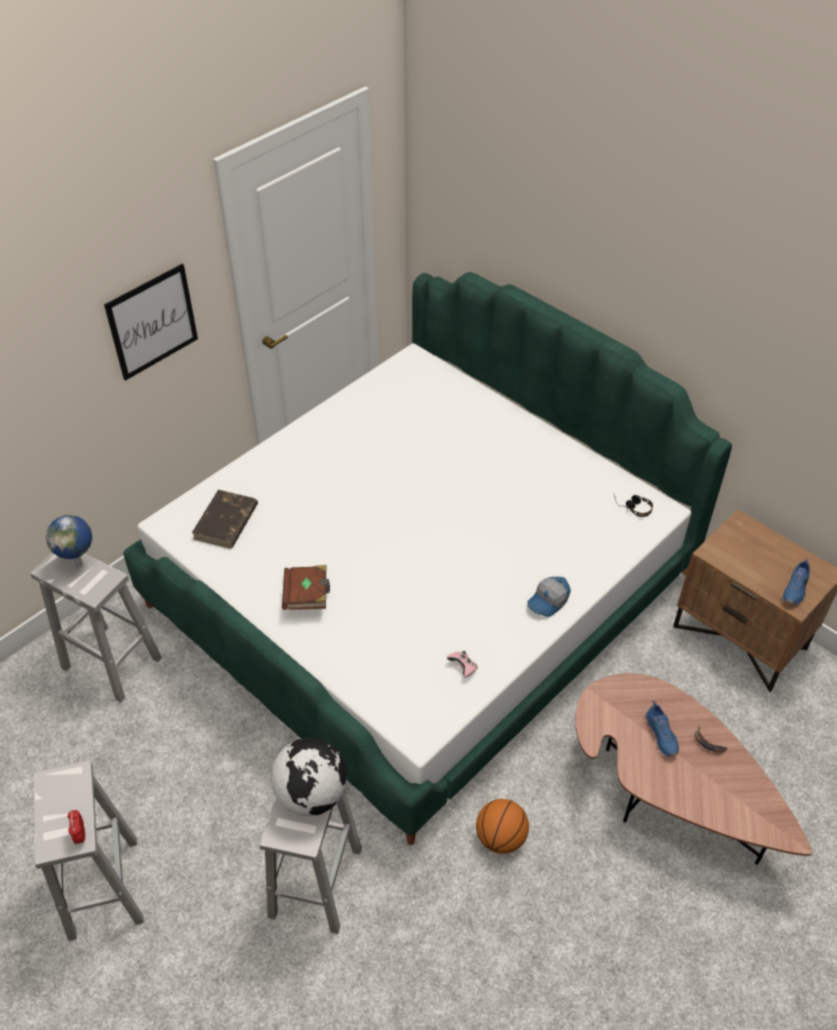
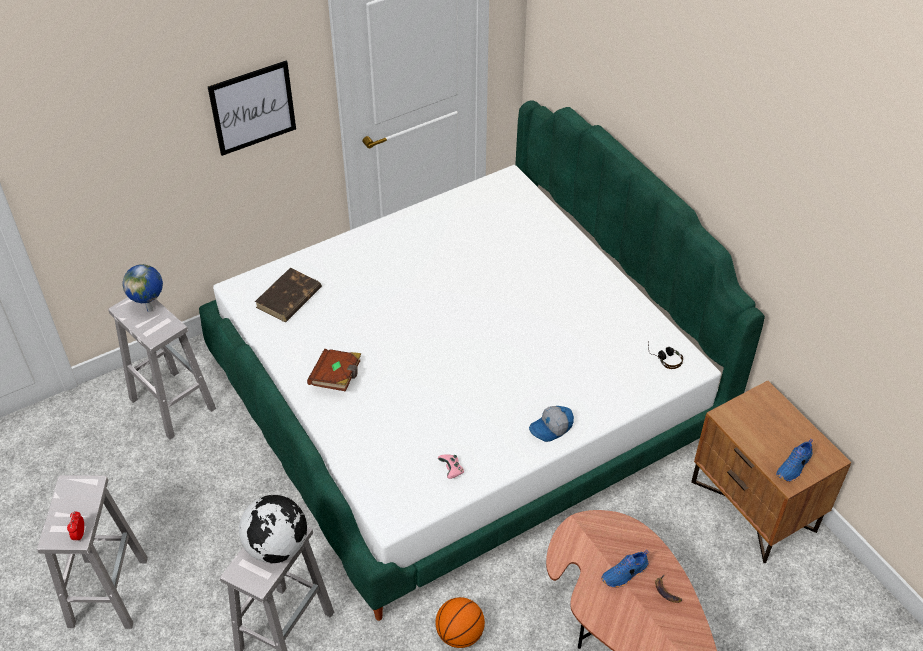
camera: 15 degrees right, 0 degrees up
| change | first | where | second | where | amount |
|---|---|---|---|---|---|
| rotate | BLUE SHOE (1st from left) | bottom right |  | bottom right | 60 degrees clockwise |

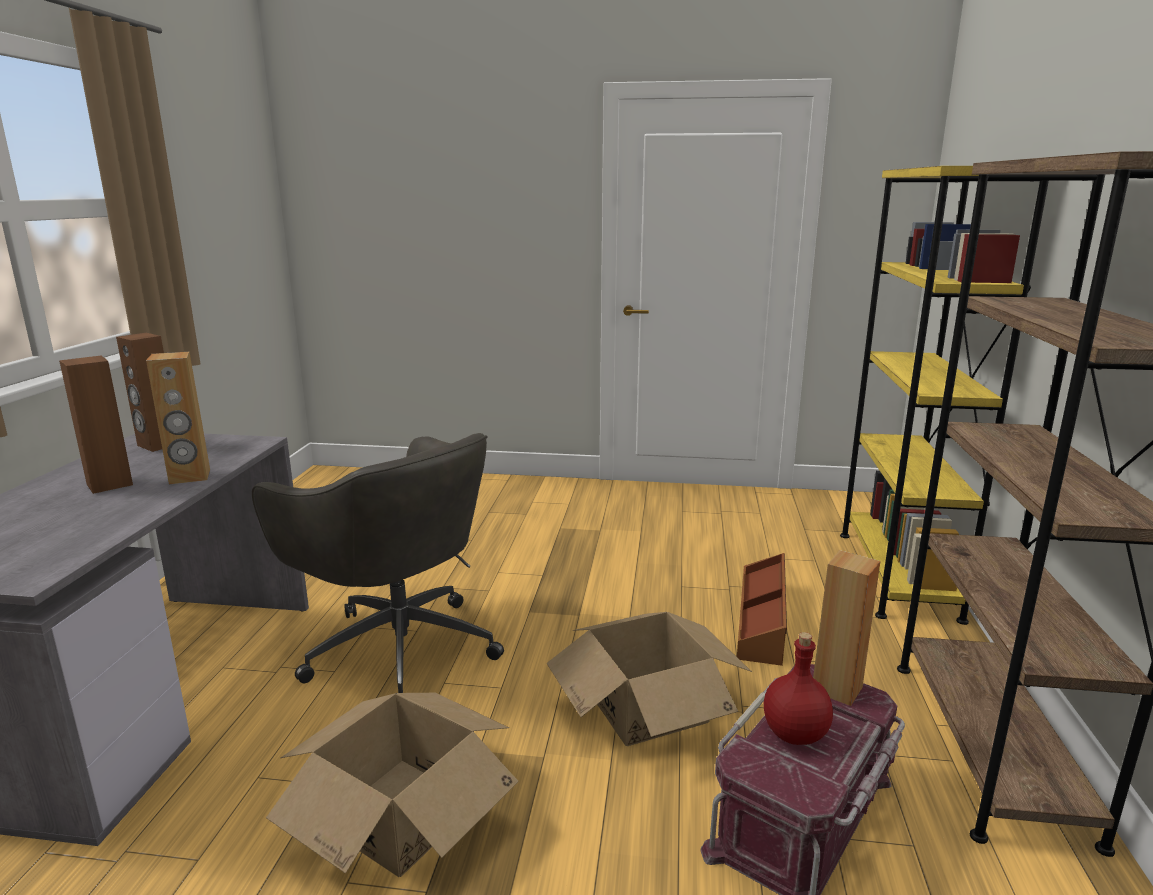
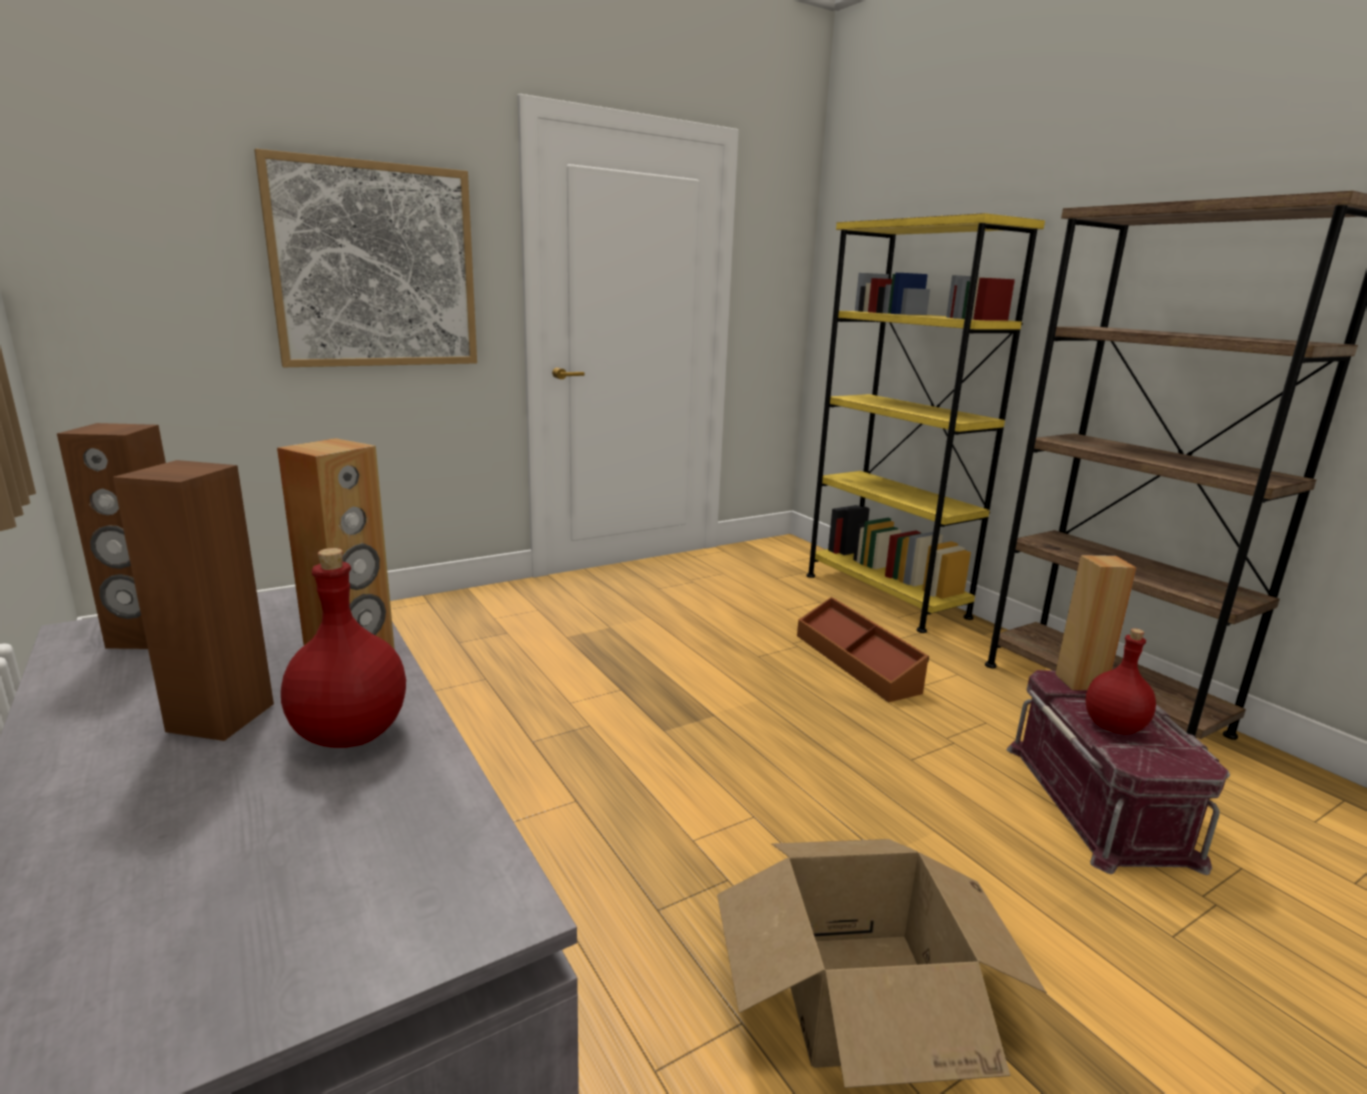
camera: 40 degrees left, 0 degrees up
| change | first | where | second | where | amount |
|---|---|---|---|---|---|
| delete | GREY OFFICE CHAIR | middle left |  |  |  |
| delete | CARDBOARD BOX (2nd from left) | bottom centre |  |  |  |
| insert |  |  | PICTURE | top left |  |
| insert |  |  | RED BOTTLE (1st from left) | middle left |  |

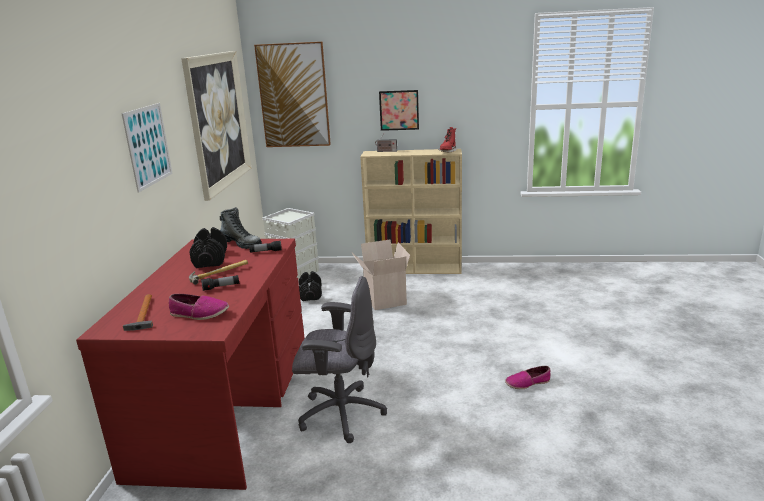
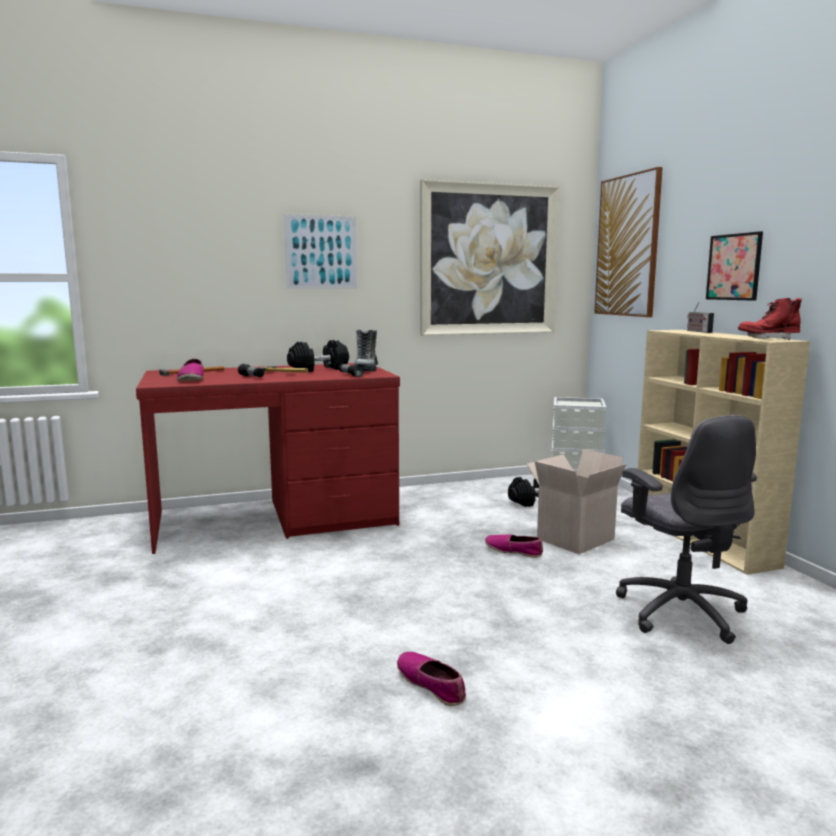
camera: 65 degrees right, 10 degrees down
| change | first | where | second | where | amount |
|---|---|---|---|---|---|
| move | GREY OFFICE CHAIR | bottom centre |  | middle right |  |
| insert |  |  | SHOE (3rd from left) | centre |  |

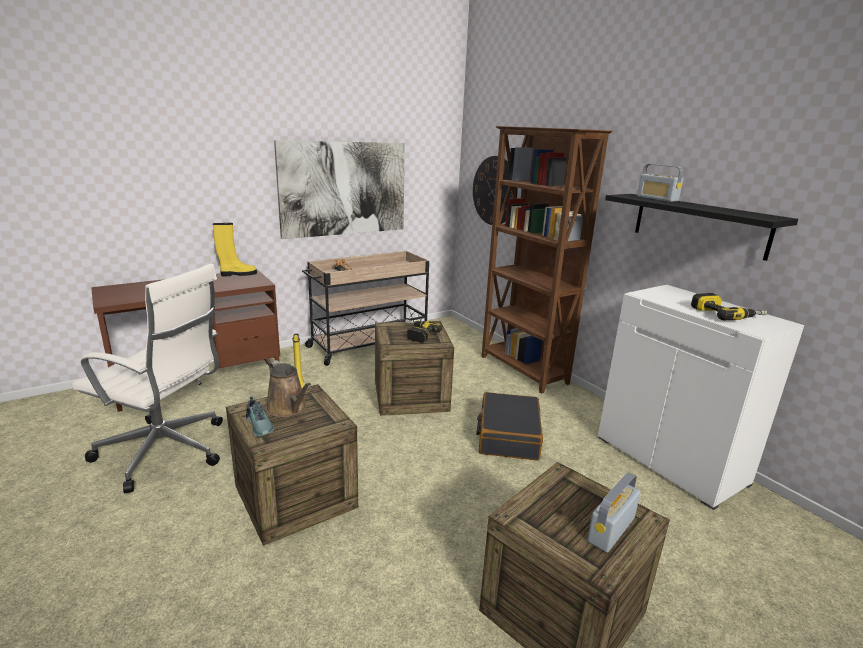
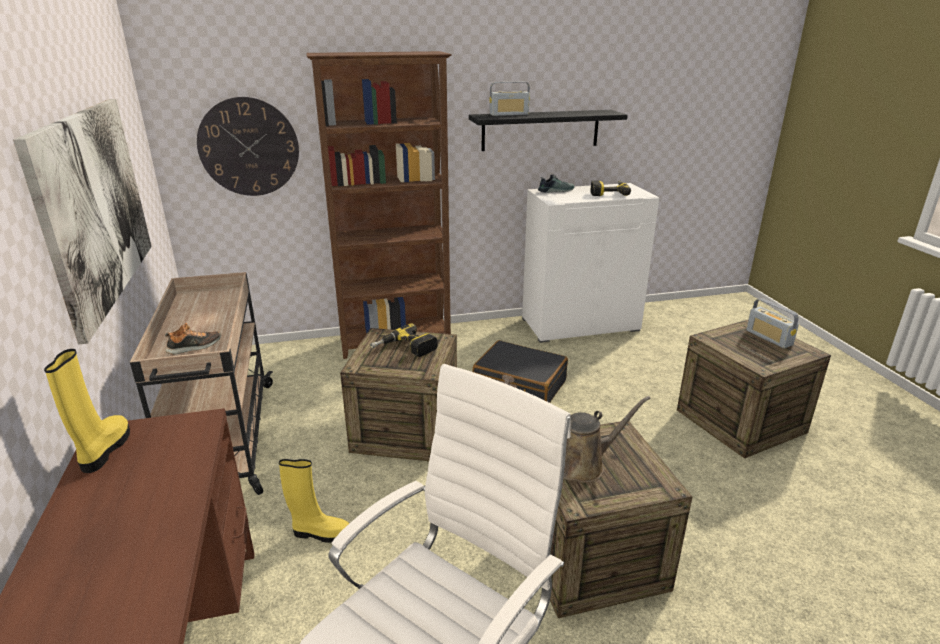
camera: 70 degrees left, 5 degrees up
| change | first | where | second | where | amount |
|---|---|---|---|---|---|
| move | SHOE (1st from left in the first image) | middle left | SHOE (2nd from left) | top centre |  |

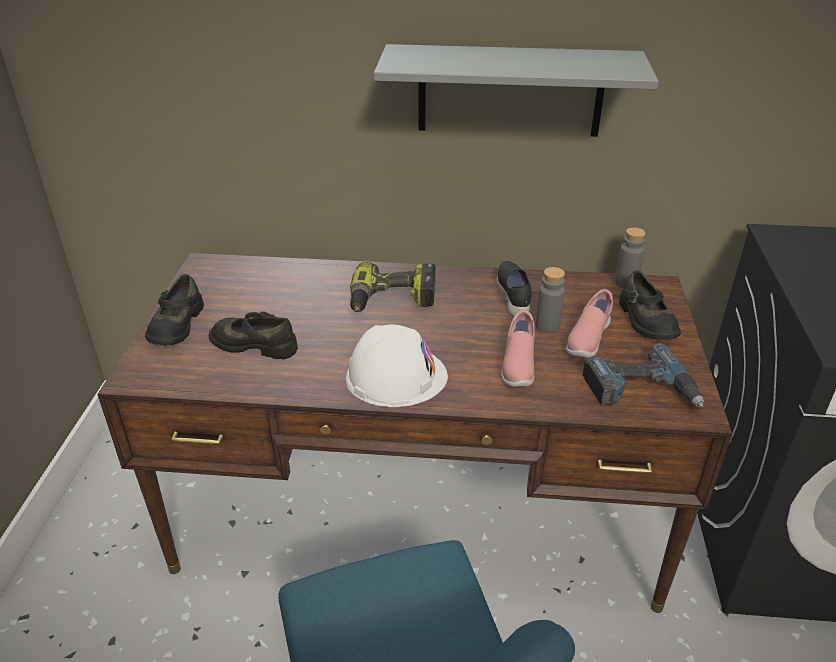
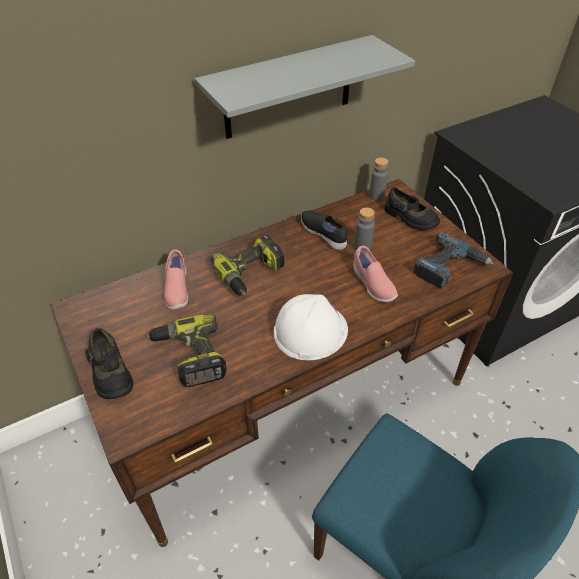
camera: 35 degrees left, 10 degrees up
| change | first | where | second | where | amount |
|---|---|---|---|---|---|
| move | PINK SHOE (2nd from left in the first image) | middle right | PINK SHOE (1st from left) | middle left |  |
| replace | BLACK SHOE (2nd from left) | middle left | POWER DRILL (1st from left) | middle left |  |

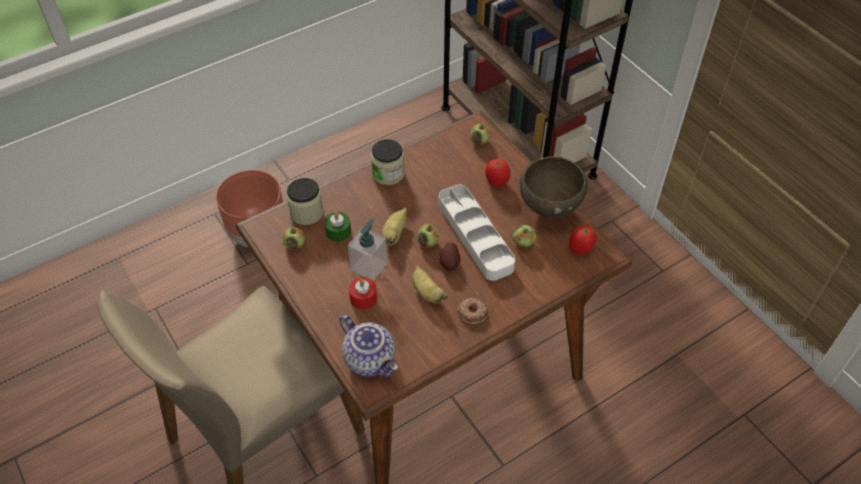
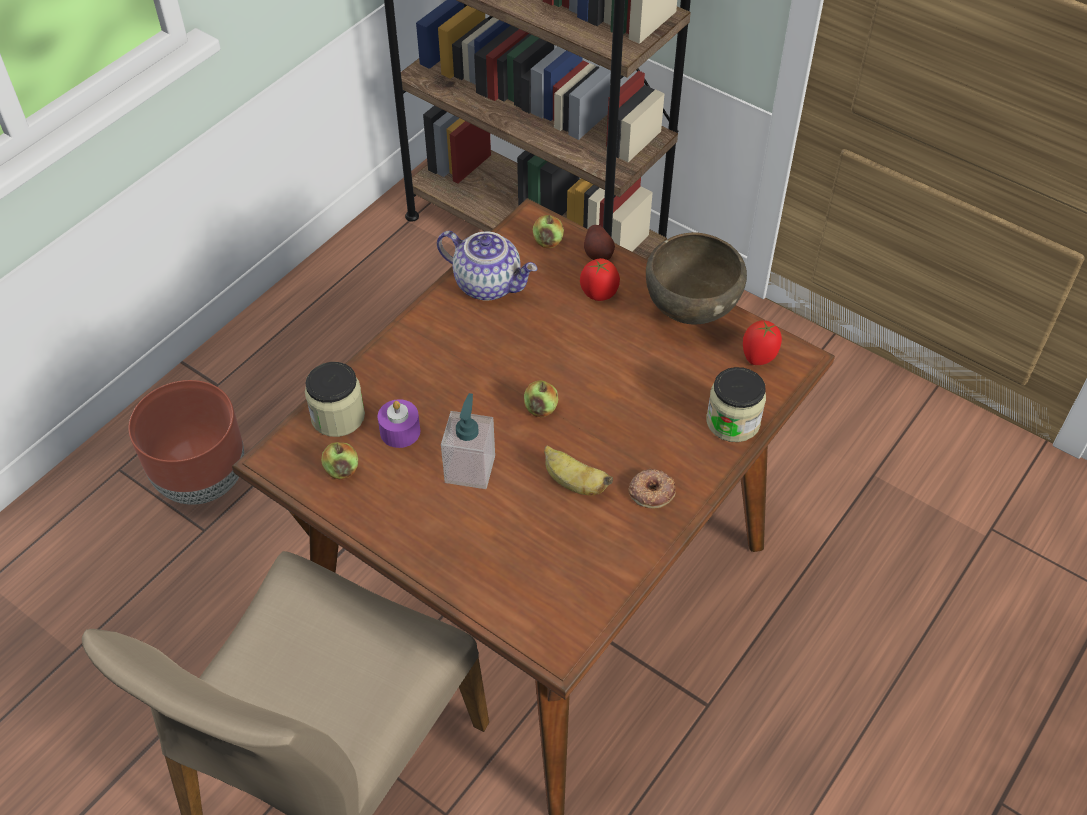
camera: 20 degrees left, 0 degrees up
| change | first | where | second | where | amount |
|---|---|---|---|---|---|
| move | JAR (2nd from left) | centre |  | middle right |  |
| delete | WHITE TRAY | centre |  |  |  |
| delete | BANANA (1st from left) | centre |  |  |  |
| recolor | GREEN CANDLE | centre | PURPLE CANDLE | centre |  |
| delete | APPLE (4th from left) | centre |  |  |  |
| move | POTATO | centre |  | top centre |  |
| delete | RED CANDLE | centre |  |  |  |
| move | TEAPOT | bottom centre |  | top centre |  |

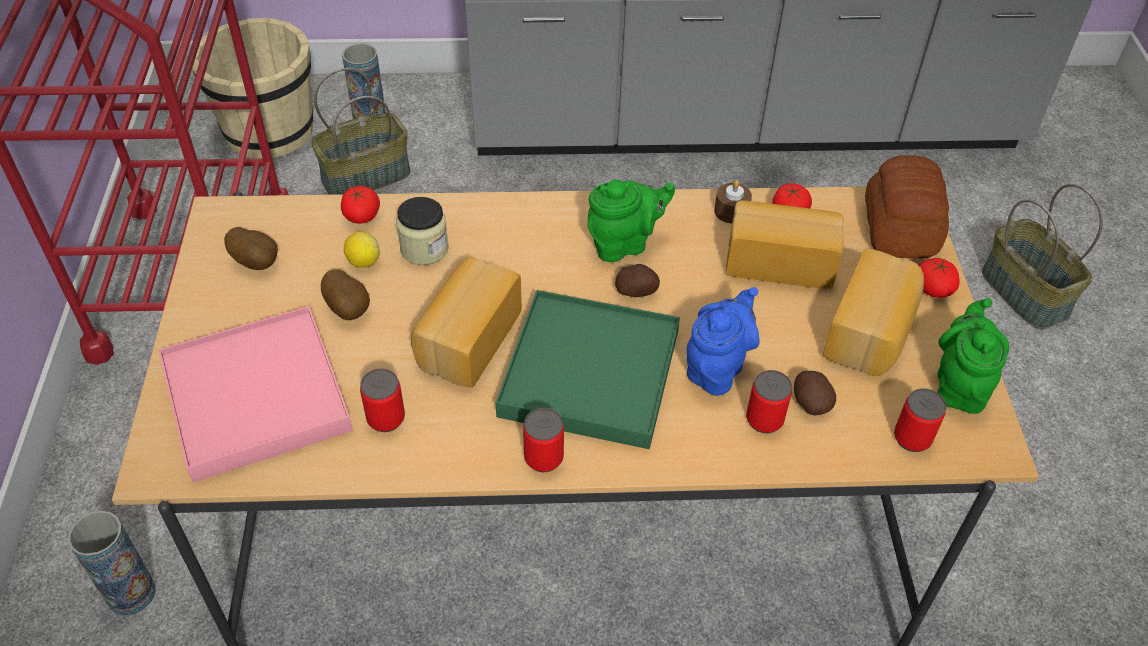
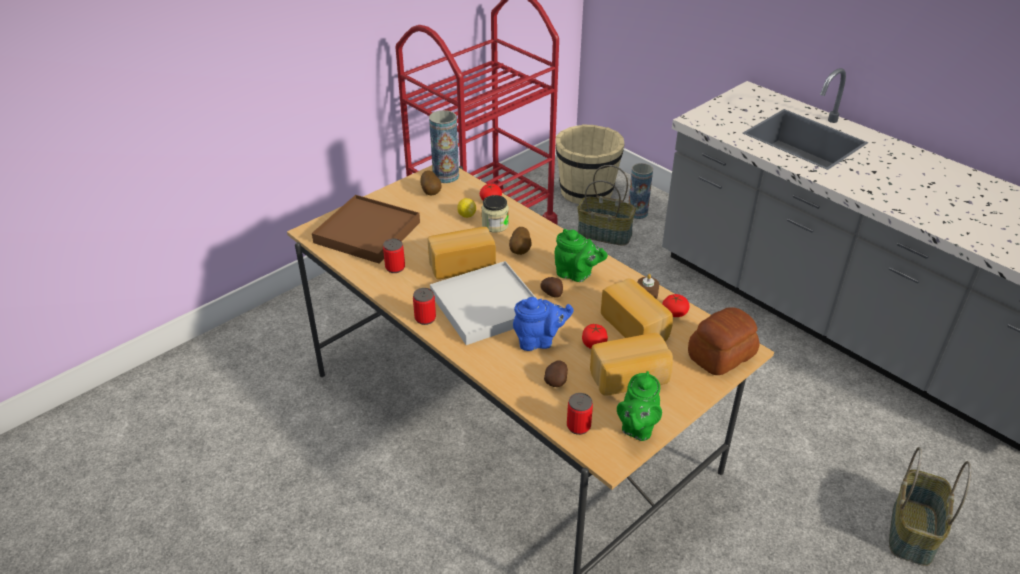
camera: 50 degrees right, 10 degrees down
| change | first | where | second | where | amount |
|---|---|---|---|---|---|
| move | TOMATO (3rd from left in the first image) | middle right | TOMATO (2nd from left) | centre |  |
| move | POTATO (2nd from left) | middle left |  | centre |  |
| recolor | GREEN TRAY | centre | WHITE TRAY | centre |  |
| rotate | GREEN TEAPOT (2nd from left) | middle right |  | bottom centre | 135 degrees clockwise |
| recolor | PINK TRAY | middle left | BROWN TRAY | centre |  |
| delete | CAN (3rd from left) | middle right |  |  |  |
| move | VASE (1st from left) | bottom left |  | top centre |  |

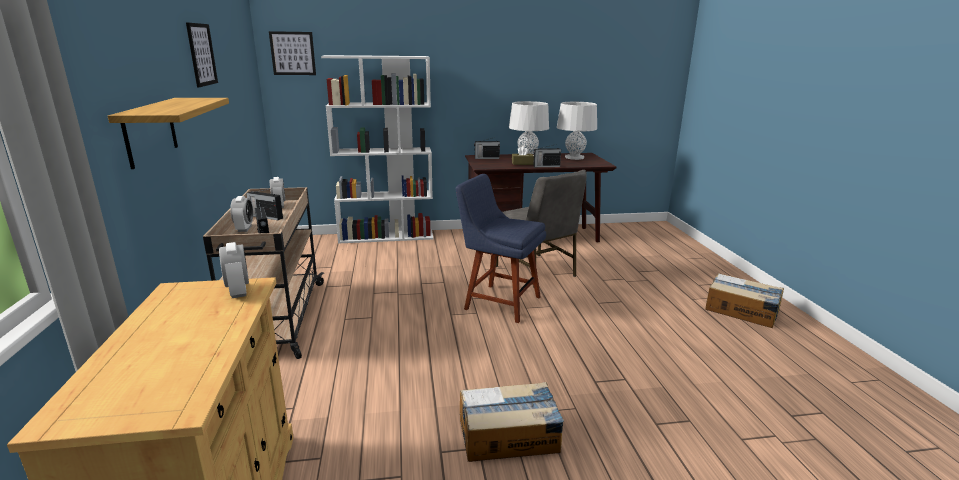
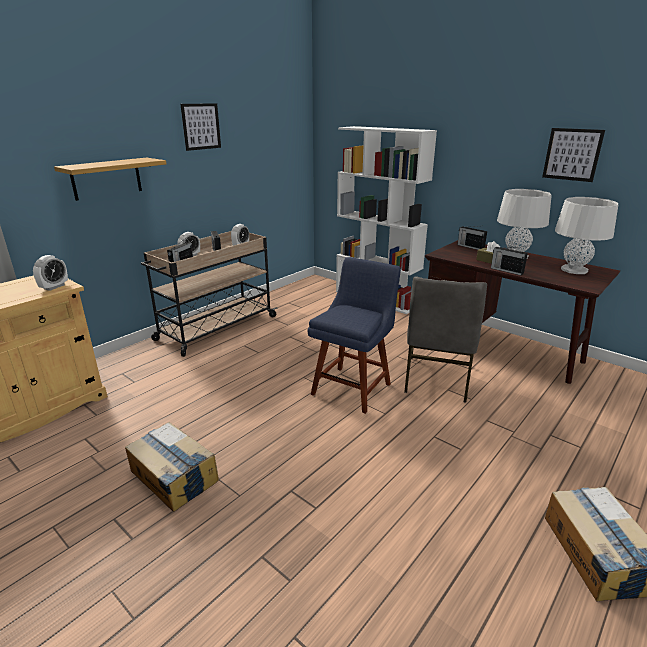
camera: 50 degrees right, 5 degrees up
| change | first | where | second | where | amount |
|---|---|---|---|---|---|
| move | PICTURE (2nd from left) | top left |  | top right |  |
| rotate | BLUE CHAIR | centre |  | centre | 45 degrees clockwise |

